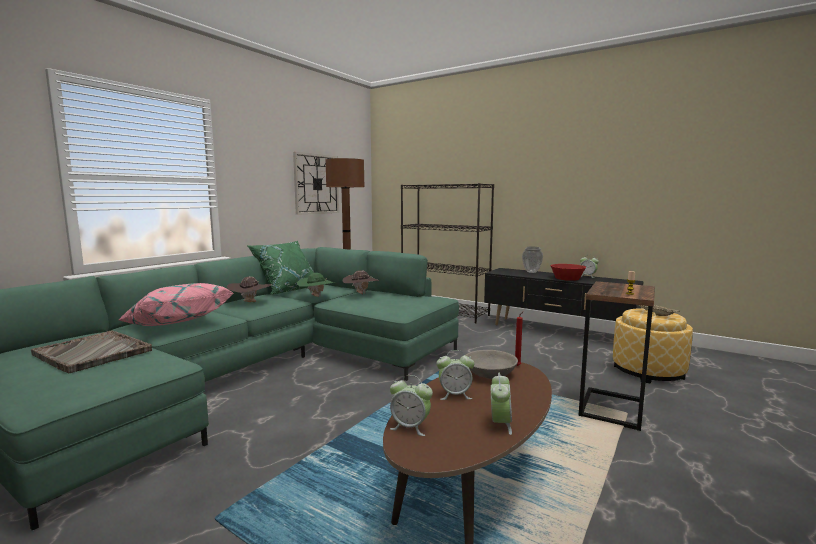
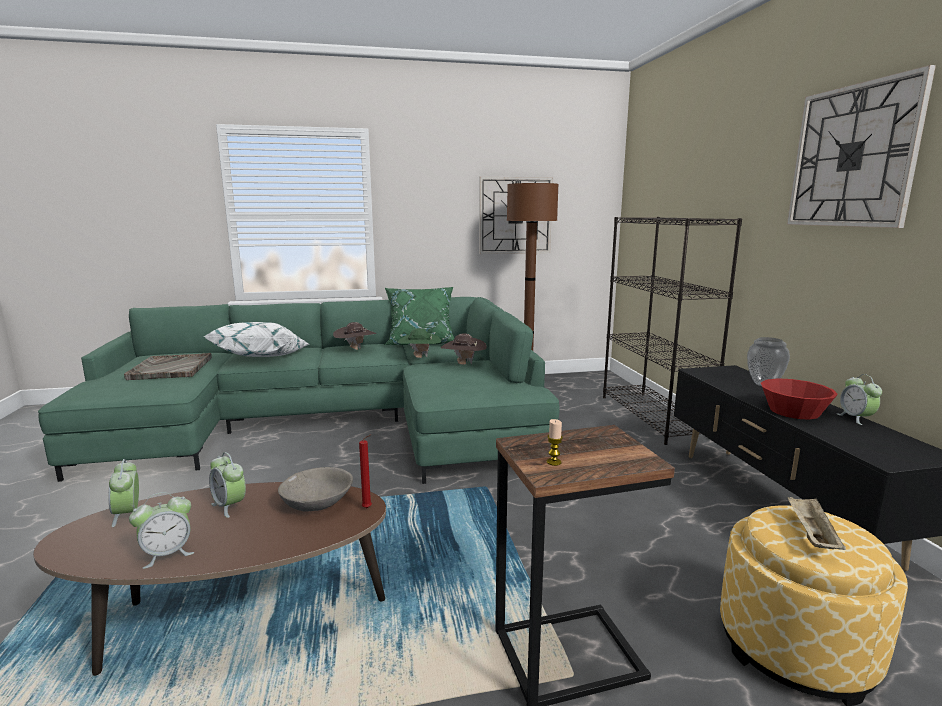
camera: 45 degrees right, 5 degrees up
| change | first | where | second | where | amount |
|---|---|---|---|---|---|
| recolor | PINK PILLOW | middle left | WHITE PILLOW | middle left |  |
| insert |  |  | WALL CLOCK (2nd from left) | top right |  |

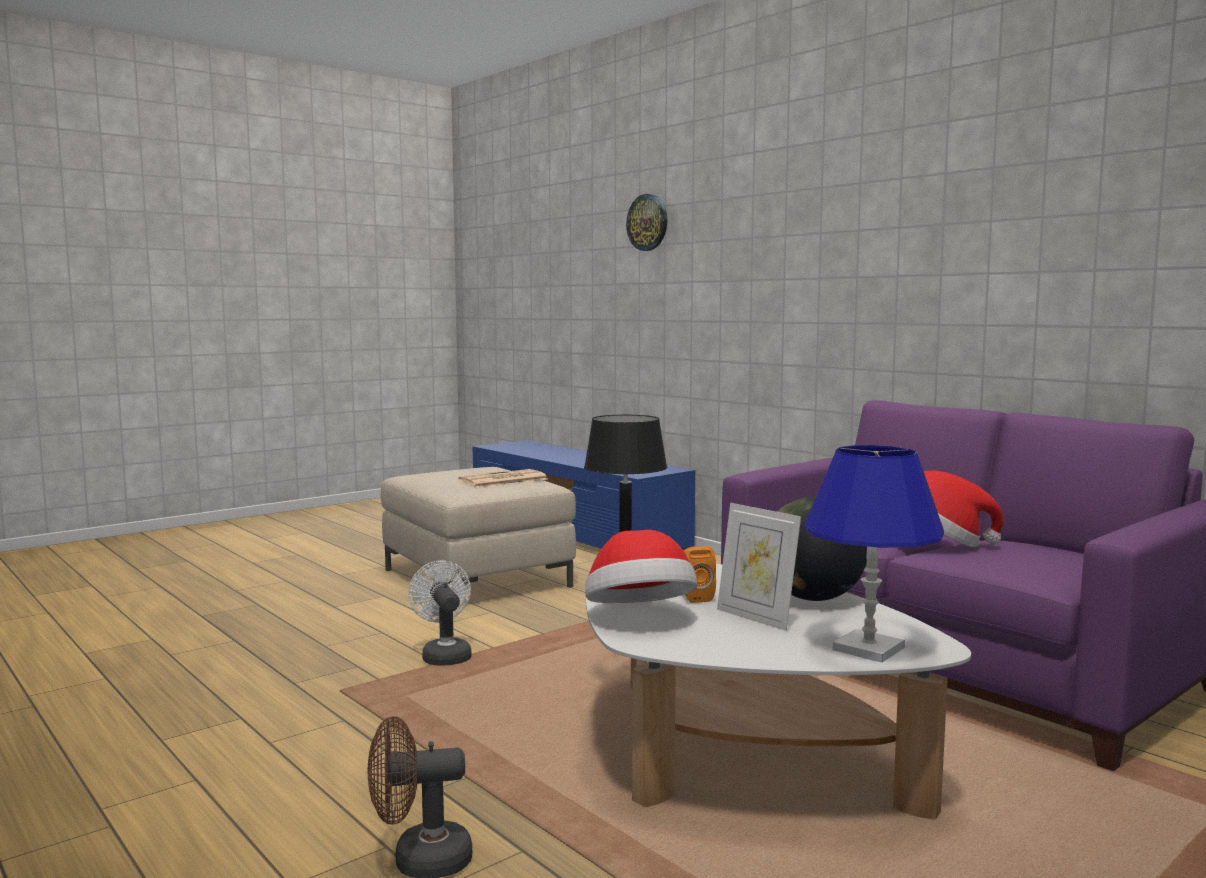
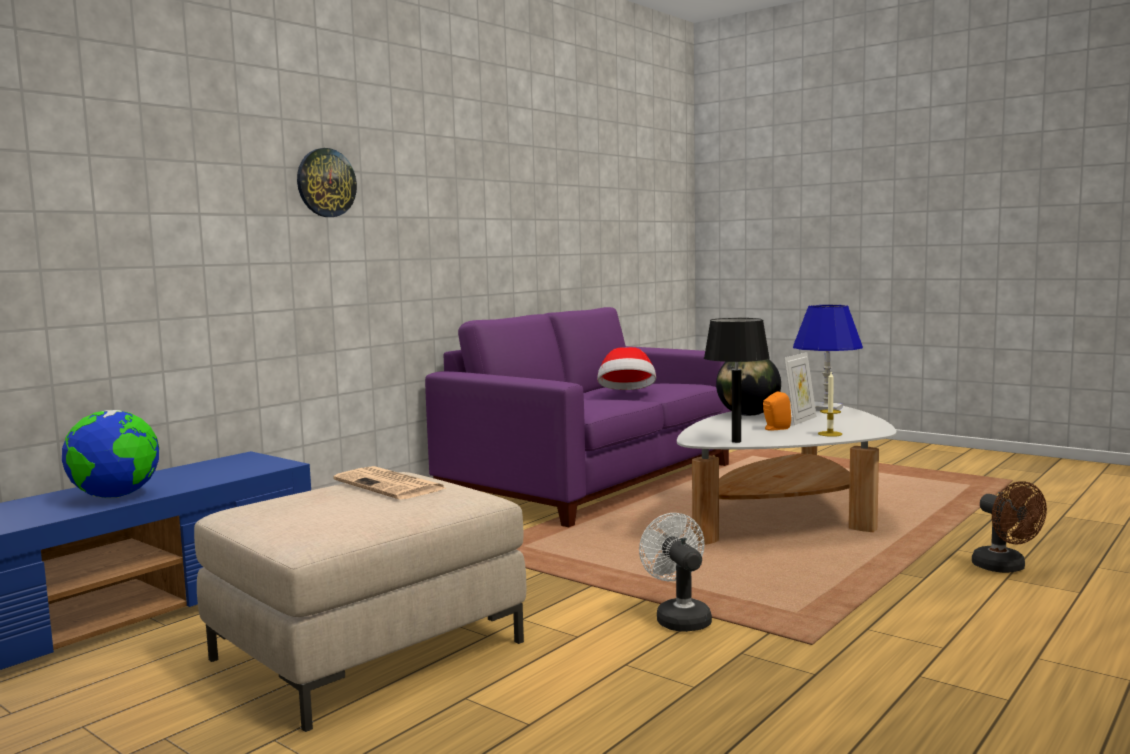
camera: 100 degrees left, 0 degrees up
| change | first | where | second | where | amount |
|---|---|---|---|---|---|
| move | WALL CLOCK | top centre |  | top left |  |
| replace | HAT (1st from left) | centre | CANDLE | middle right |  |
| rotate | WHITE FAN | bottom centre |  | bottom centre | 105 degrees clockwise |
| insert |  |  | GLOBE (1st from left) | middle left |  |

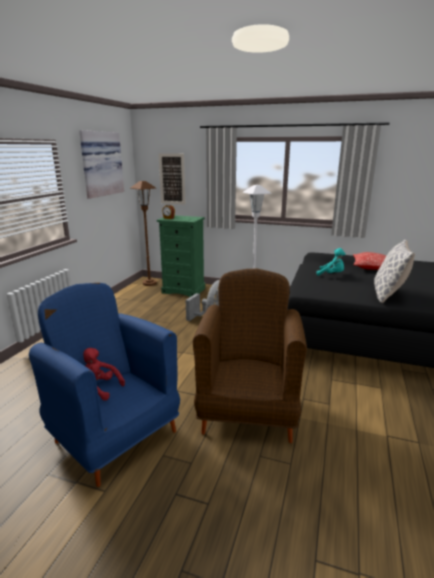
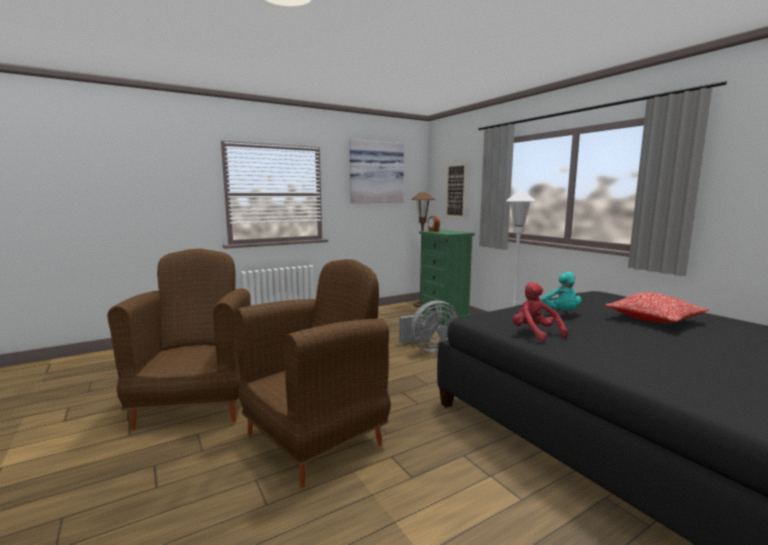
camera: 40 degrees right, 10 degrees down
| change | first | where | second | where | amount |
|---|---|---|---|---|---|
| delete | PILLOW (2nd from left) | middle right |  |  |  |
| recolor | BLUE ARMCHAIR | middle left | BROWN ARMCHAIR (1st from left) | middle left |  |
| move | RED PLUSH TOY | middle left |  | middle right |  |

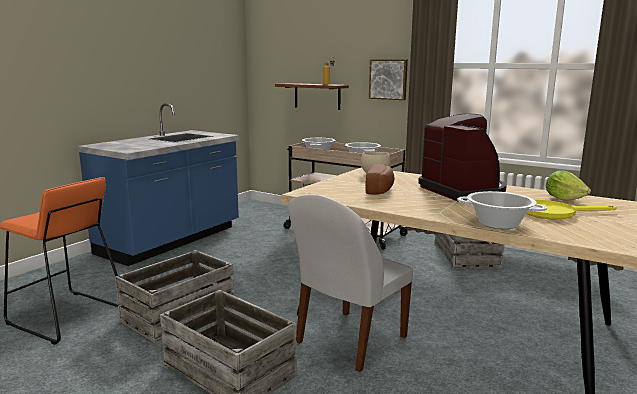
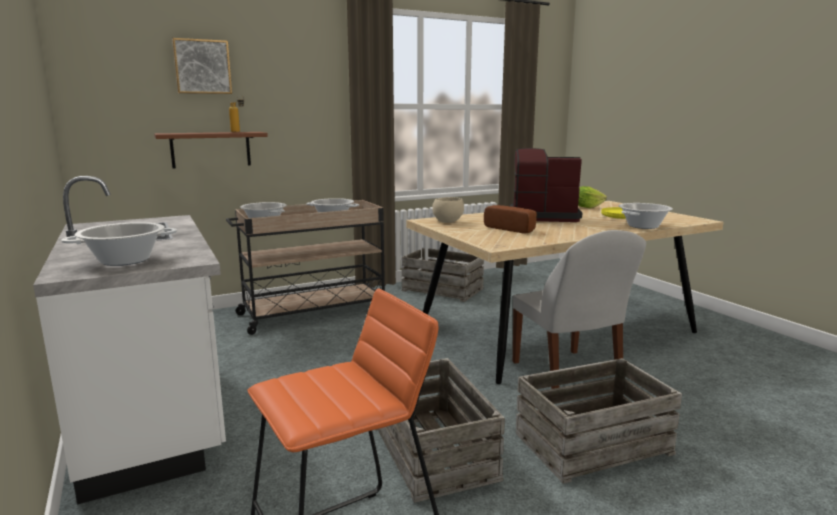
camera: 60 degrees left, 0 degrees up
| change | first | where | second | where | amount |
|---|---|---|---|---|---|
| move | PICTURE | top centre |  | top left |  |
| recolor | BLUE COUNTER | middle left | WHITE COUNTER | middle left |  |
| insert |  |  | COOKING POT (1st from left) | middle left |  |

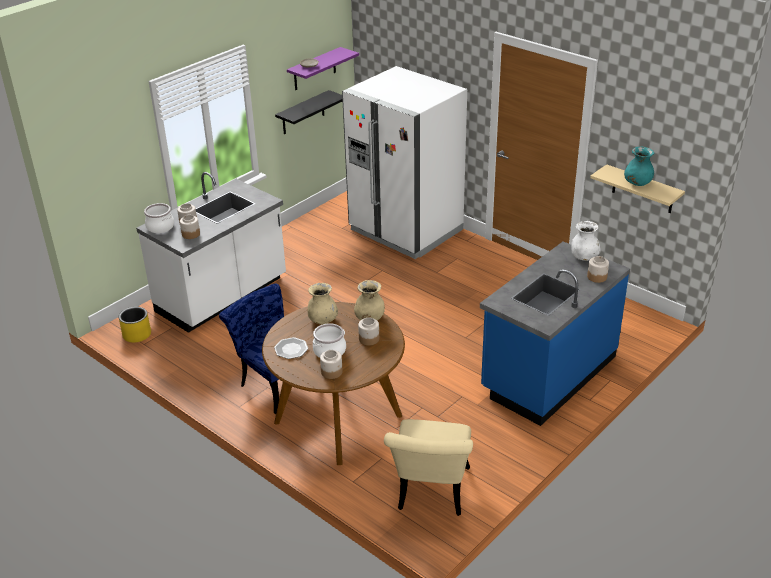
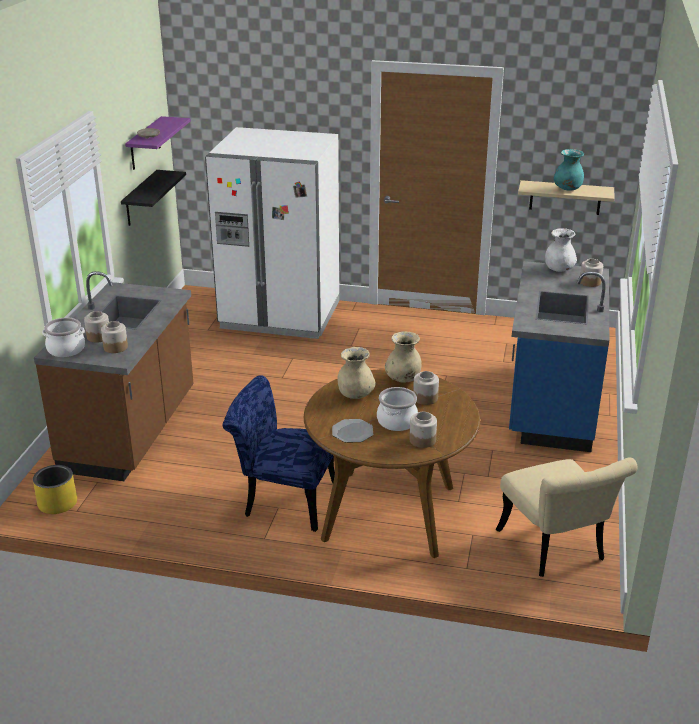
camera: 30 degrees left, 5 degrees down
| change | first | where | second | where | amount |
|---|---|---|---|---|---|
| recolor | WHITE COUNTER | middle left | BROWN COUNTER | middle left |  |

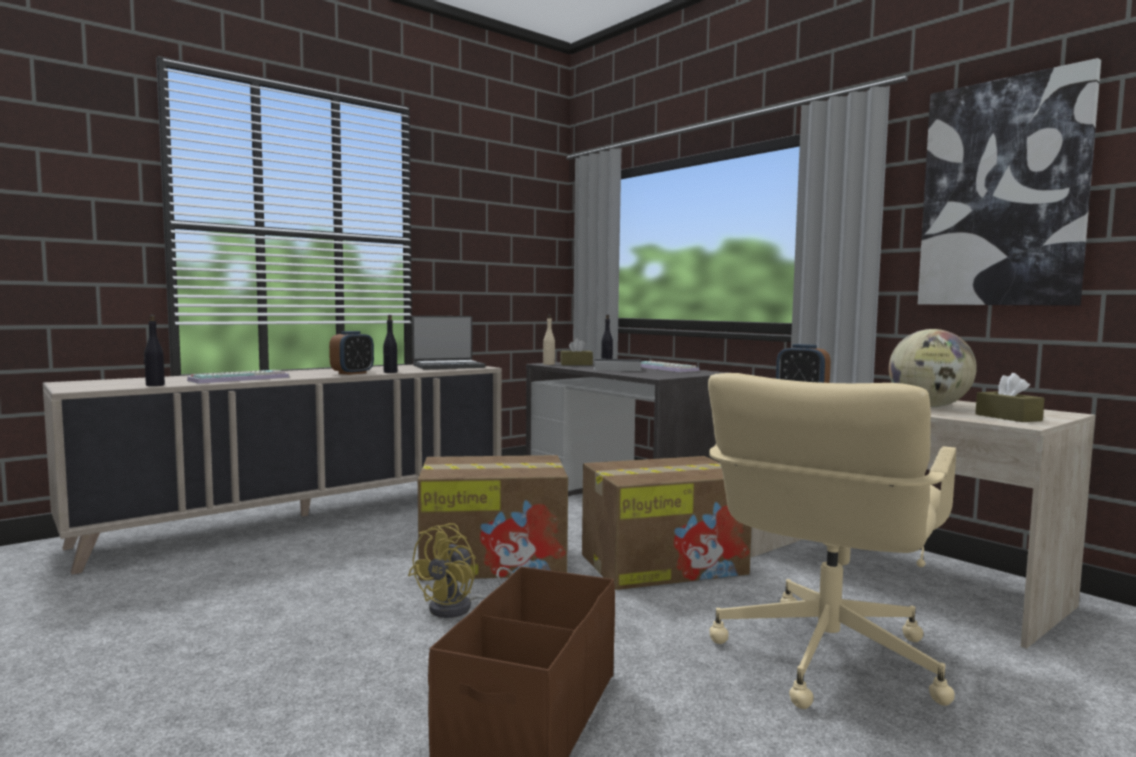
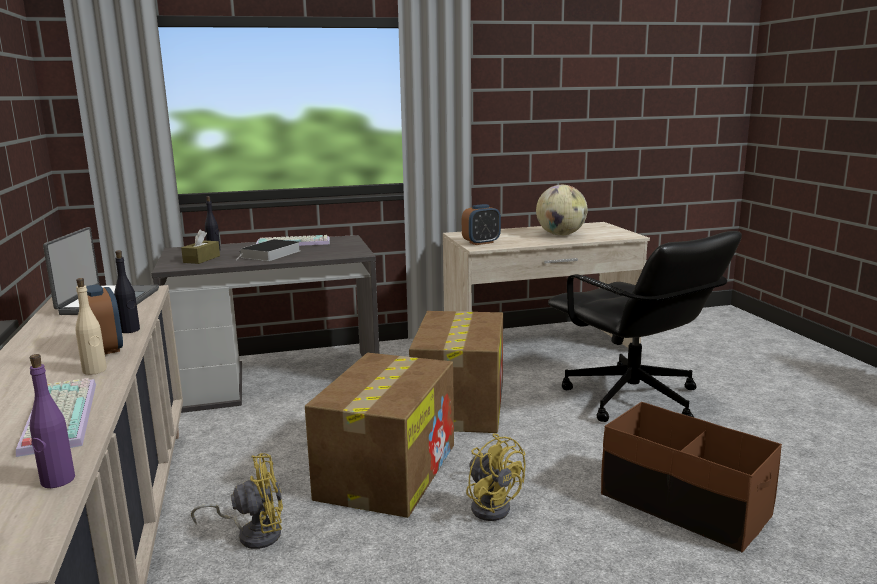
camera: 65 degrees left, 10 degrees up
| change | first | where | second | where | amount |
|---|---|---|---|---|---|
| delete | PICTURE | top right |  |  |  |
| move | BEIGE BOTTLE | centre |  | middle left |  |
| recolor | BLACK BOTTLE (1st from left) | middle left | PURPLE BOTTLE | bottom left |  |
| recolor | BEIGE OFFICE CHAIR | bottom right | BLACK OFFICE CHAIR | middle right |  |
| delete | BROWN TISSUE BOX (2nd from left) | middle right |  |  |  |
| insert |  |  | YELLOW FAN (1st from left) | bottom left |  |

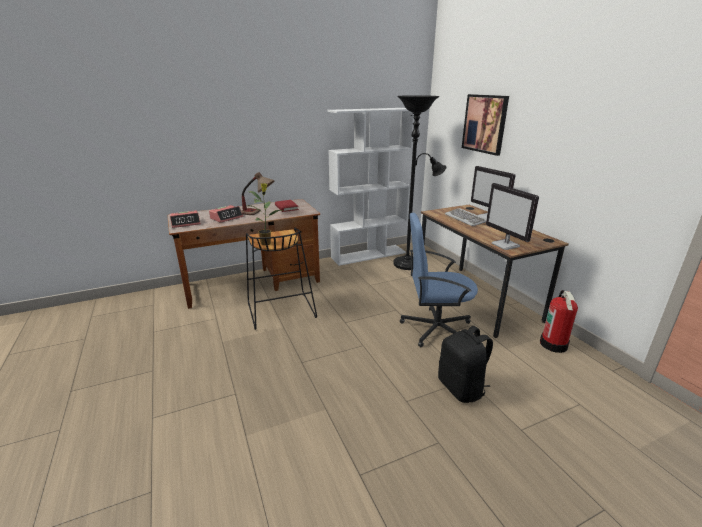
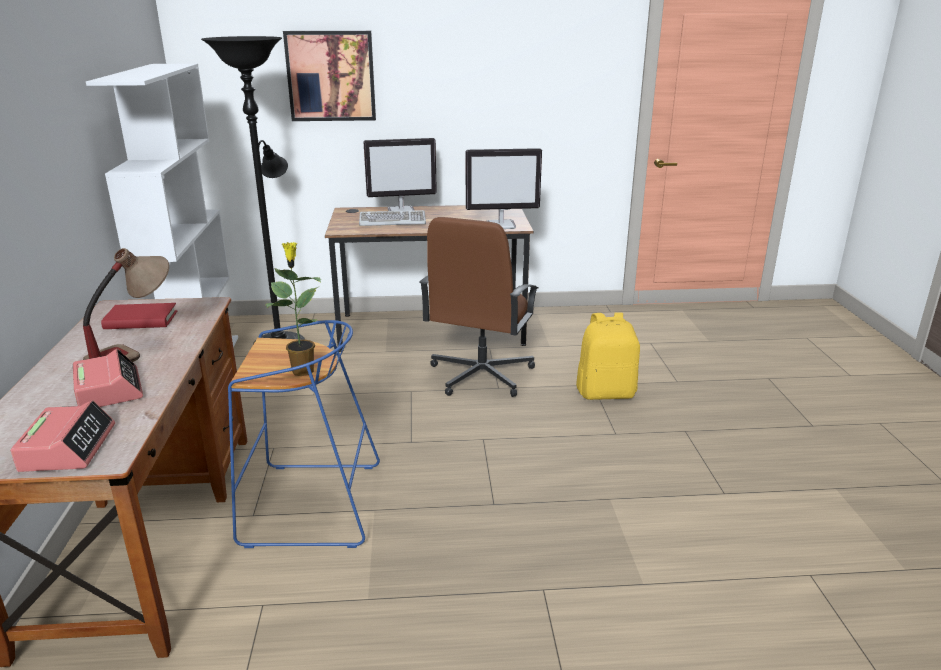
camera: 70 degrees left, 0 degrees up
| change | first | where | second | where | amount |
|---|---|---|---|---|---|
| recolor | BLUE OFFICE CHAIR | centre | BROWN OFFICE CHAIR | centre |  |
| recolor | BLACK STOOL | centre | BLUE STOOL | middle left |  |
| delete | FIRE EXTINGUISHER | middle right |  |  |  |
| recolor | BLACK BACKPACK | bottom centre | YELLOW BACKPACK | centre |  |

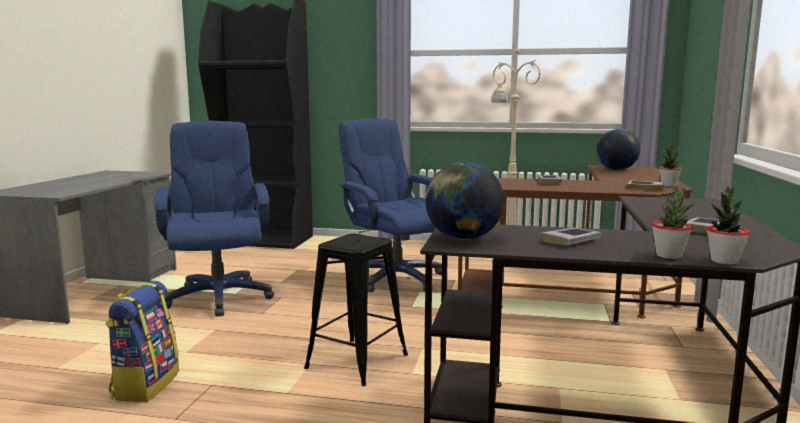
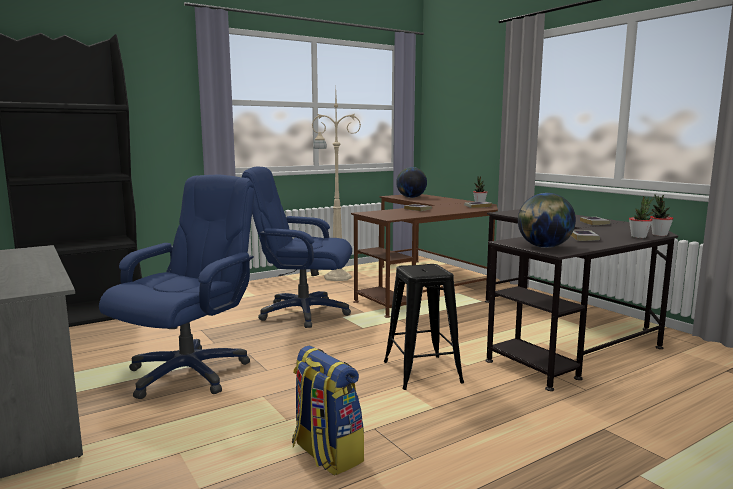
camera: 45 degrees left, 0 degrees up
| change | first | where | second | where | amount |
|---|---|---|---|---|---|
| rotate | BLUE OFFICE CHAIR (1st from left) | middle left |  | middle left | 90 degrees clockwise |

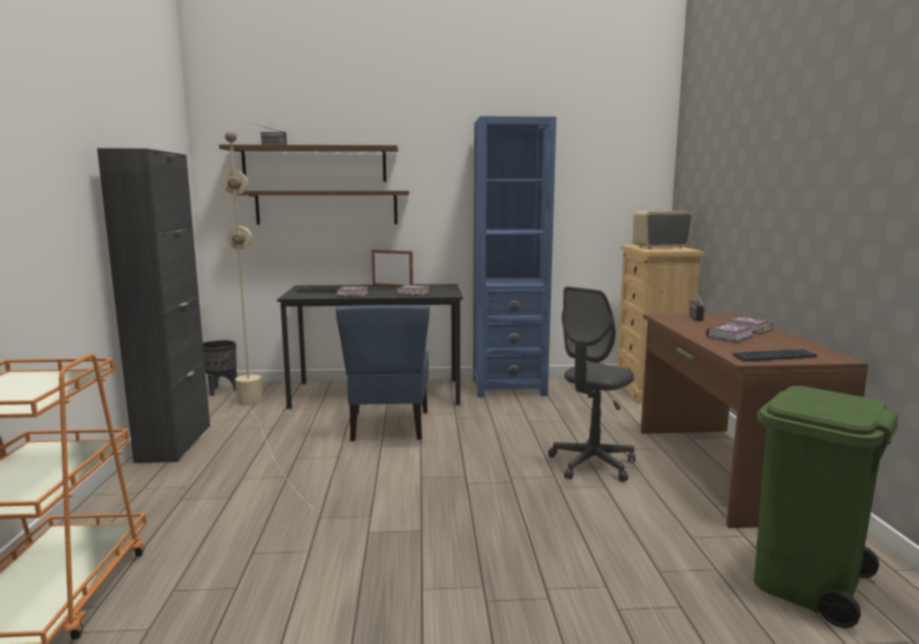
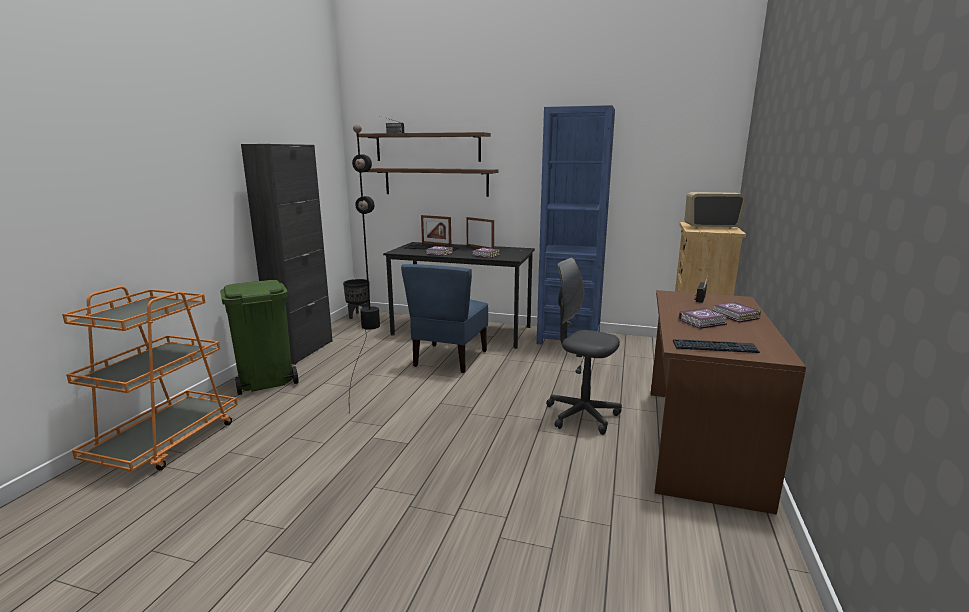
camera: 20 degrees right, 5 degrees up
| change | first | where | second | where | amount |
|---|---|---|---|---|---|
| recolor | BEIGE FLOOR LAMP | middle left | BLACK FLOOR LAMP | centre |  |
| rotate | GREY OFFICE CHAIR | centre |  | centre | 60 degrees clockwise |
| move | GREEN TRASH CAN | bottom right |  | middle left |  |
| insert |  |  | PICTURE FRAME (1st from left) | centre |  |

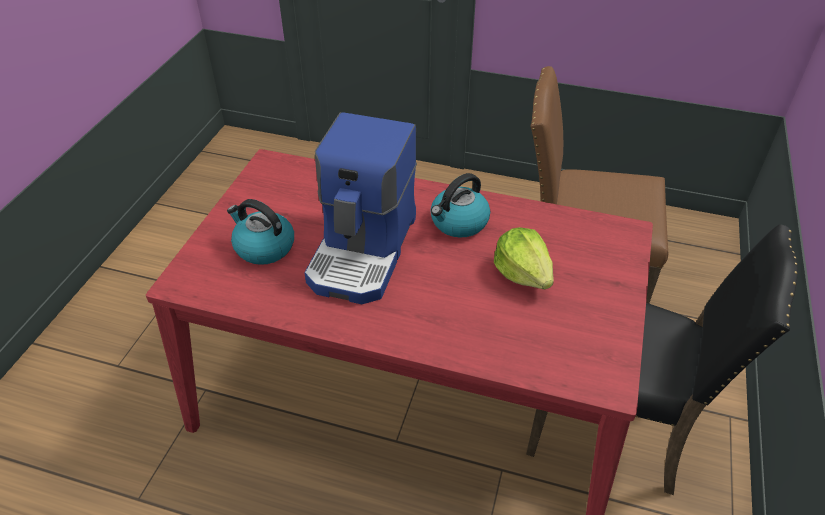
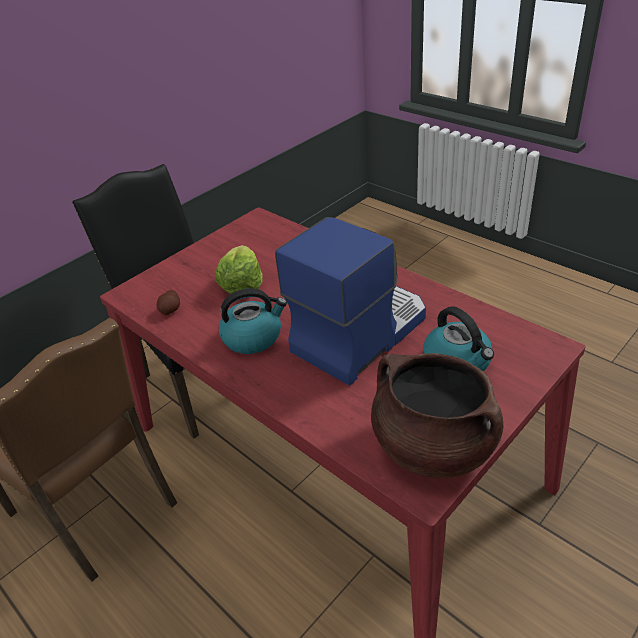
camera: 150 degrees left, 5 degrees down
| change | first | where | second | where | amount |
|---|---|---|---|---|---|
| insert |  |  | POTATO | middle left |  |
| insert |  |  | BROWN COOKING POT | middle right |  |

